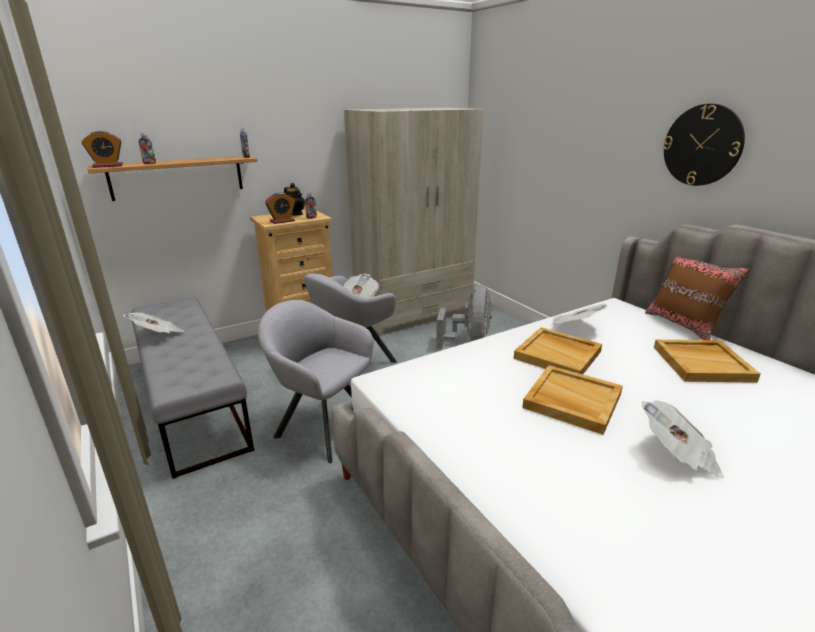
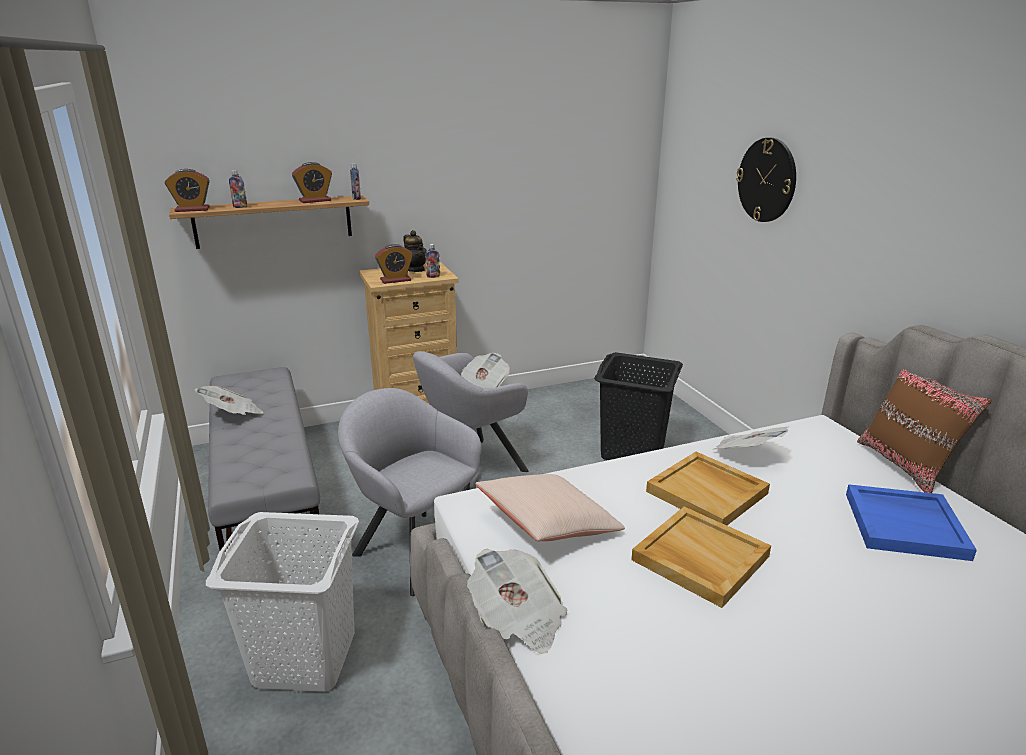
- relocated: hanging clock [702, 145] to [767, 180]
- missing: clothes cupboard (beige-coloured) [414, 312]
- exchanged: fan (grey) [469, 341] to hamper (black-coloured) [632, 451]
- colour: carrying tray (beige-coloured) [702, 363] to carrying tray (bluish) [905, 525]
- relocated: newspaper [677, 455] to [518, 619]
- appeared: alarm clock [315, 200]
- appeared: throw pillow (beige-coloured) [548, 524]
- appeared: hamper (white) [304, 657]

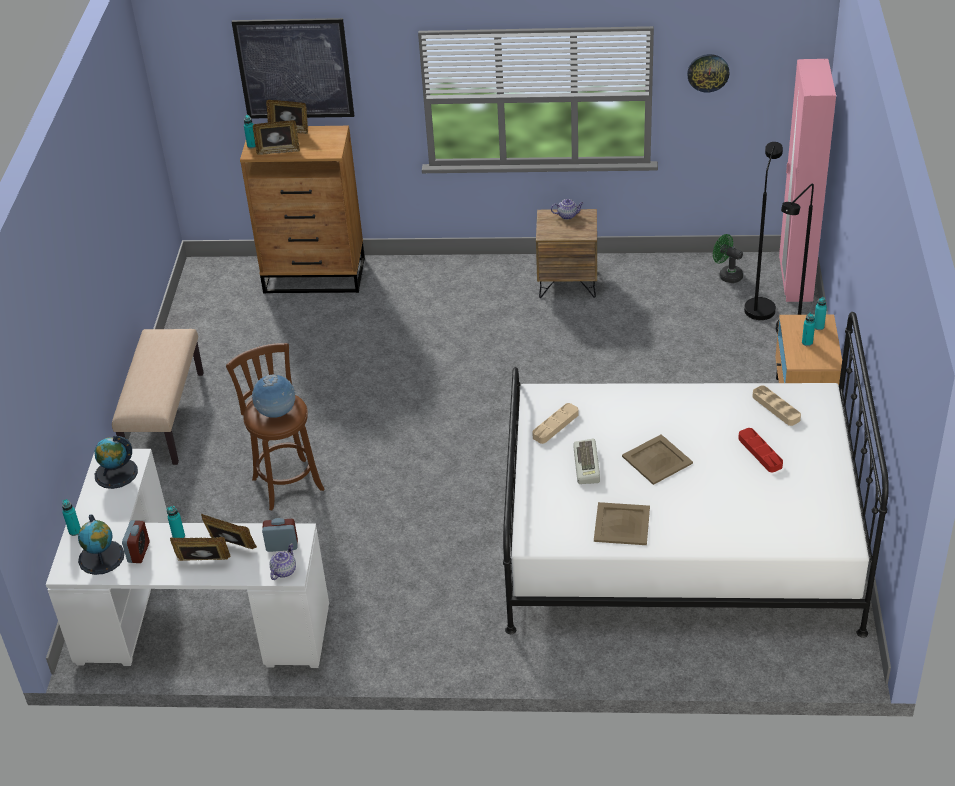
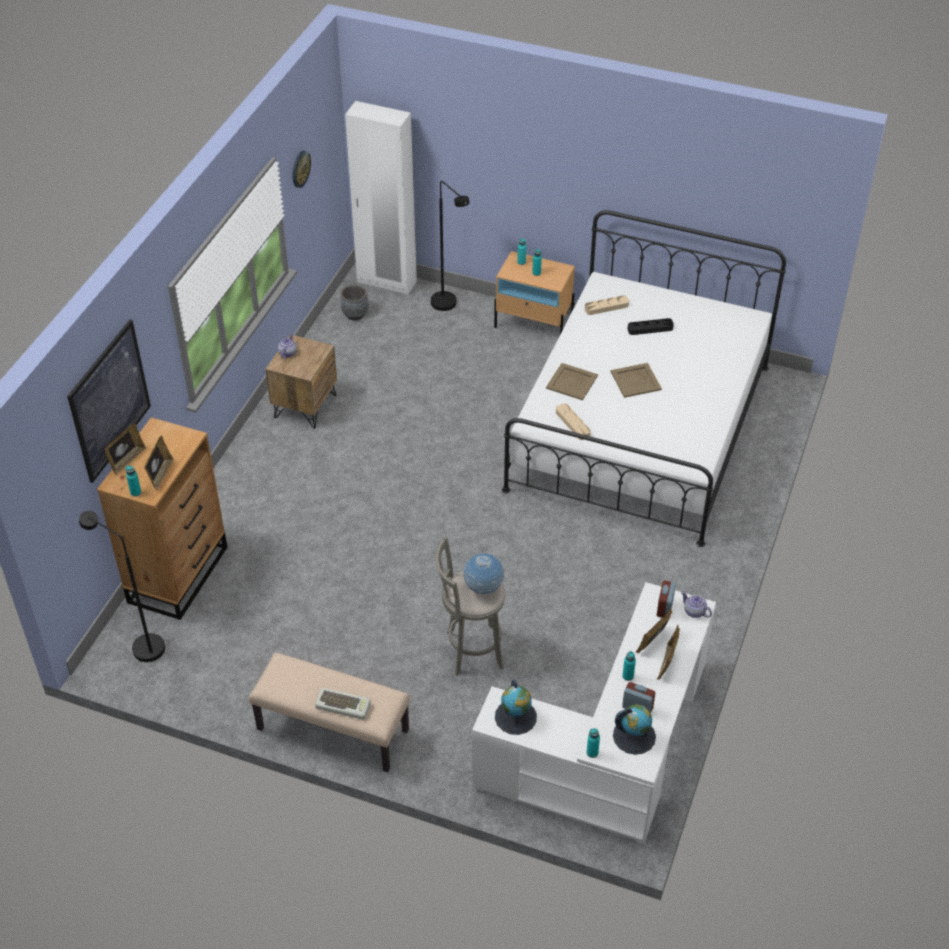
- colour: clothes cupboard (pinkish) [795, 281] to clothes cupboard (white) [386, 282]
- relocated: standing lamp (black-coloured) [760, 305] to [141, 646]
- exchanged: fan (green-coloured) [727, 275] to plant pot (grey) [355, 314]
- colour: sitting stool (brownish) [286, 482] to sitting stool (grey) [471, 650]
- colour: carrying tray (reddish) [760, 452] to carrying tray (black-coloured) [650, 328]
- relocated: computer keyboard [588, 465] to [344, 705]
- relocated: carrying tray (beige-coloured) [621, 524] to [571, 382]

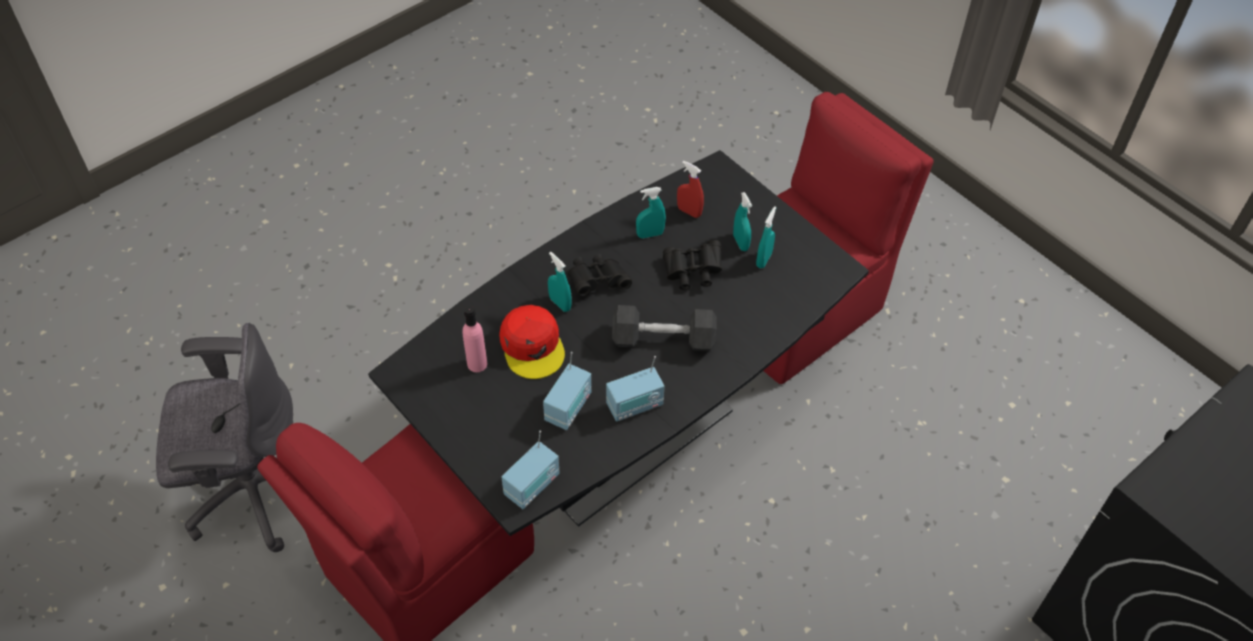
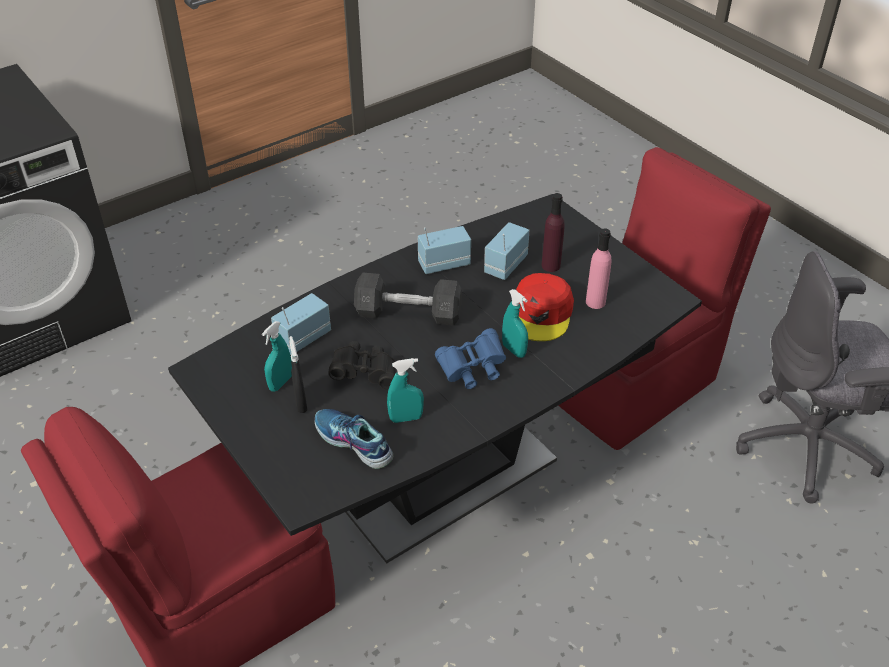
- exchanged: sprayer (reddish) [689, 211] to item of footwear [353, 443]
- colour: sprayer (turquoise) [740, 243] to sprayer (black-coloured) [301, 403]
- colour: field glasses (black-coloured) [597, 282] to field glasses (bluish) [472, 369]
- spun: cap (reddish) [532, 346] = [541, 314] 150 degrees counterclockwise
- relocated: radio receiver [532, 486] to [303, 338]
- appeared: beverage bottle (purple) [551, 265]

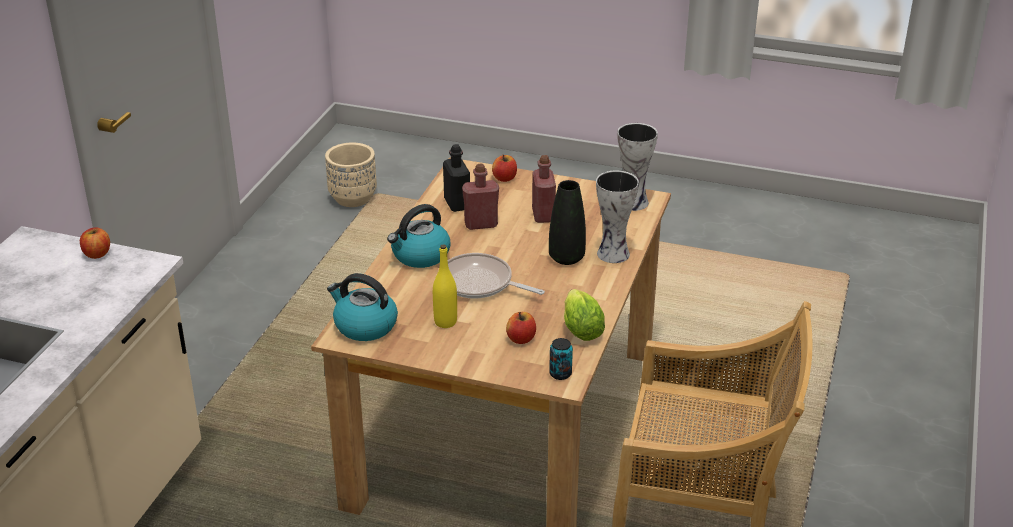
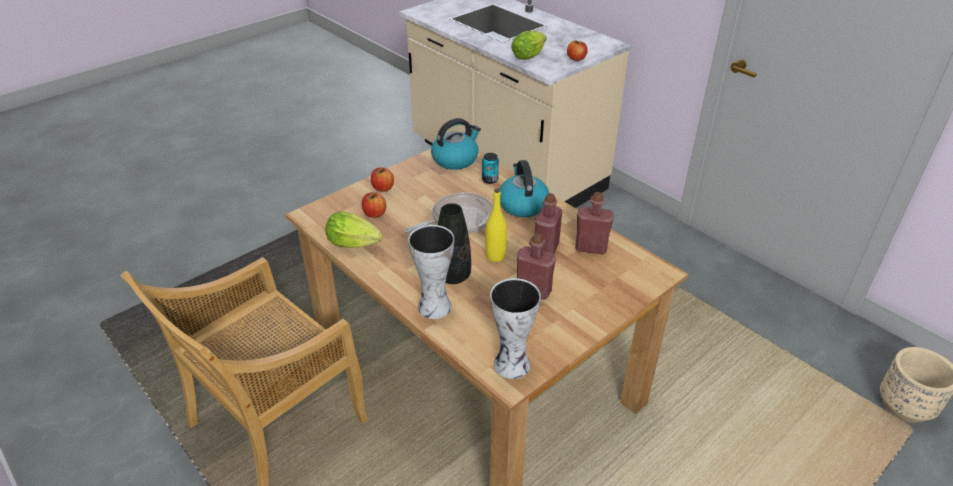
- colour: beverage bottle (black-coloured) [457, 204] to beverage bottle (reddish) [591, 248]
- relocated: apple fruit [504, 178] to [383, 188]
- relocated: beverage bottle (yellow) [445, 322] to [495, 256]
- relocated: metal can [560, 374] to [490, 180]
- appeared: lettuce [529, 56]

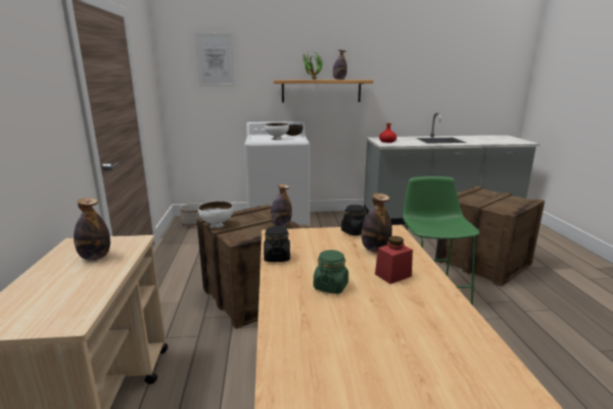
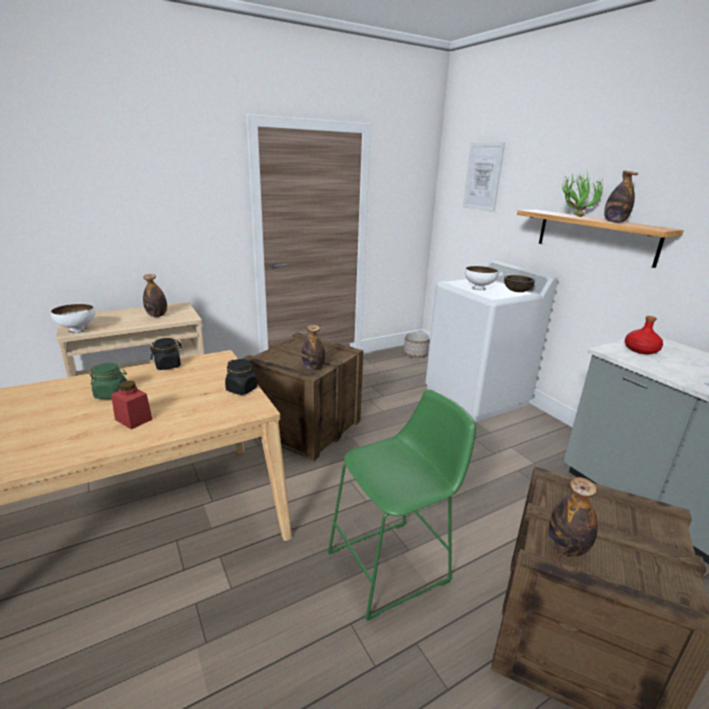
- relocated: beverage bottle [375, 249] to [567, 547]
- relocated: deep dish (white) [217, 226] to [77, 330]

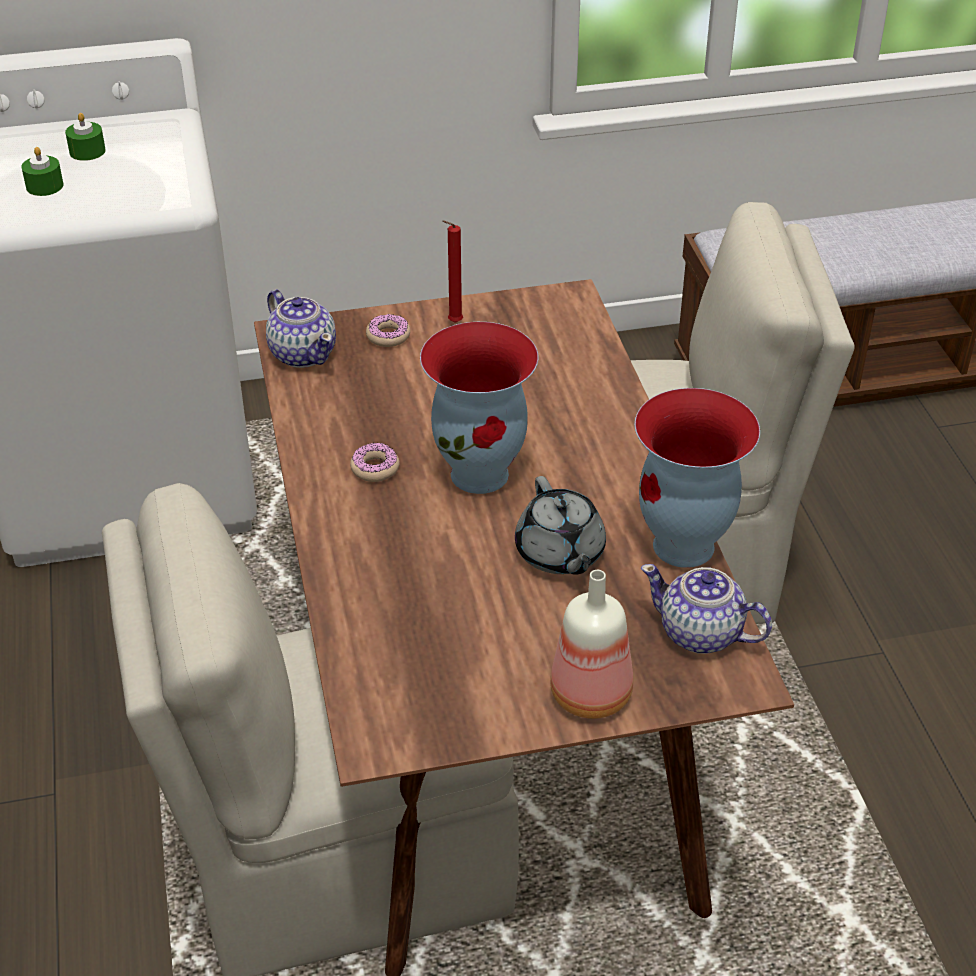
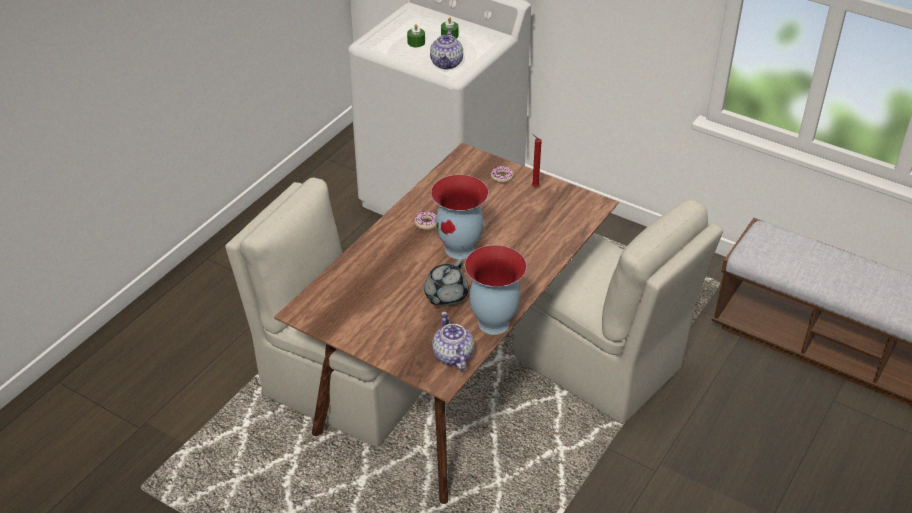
- relocated: teapot [303, 353] to [447, 63]
- missing: beverage bottle [593, 694]

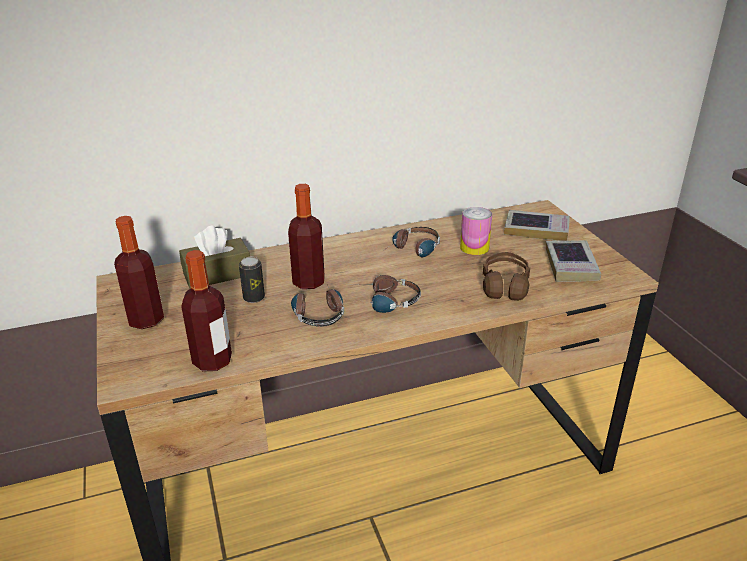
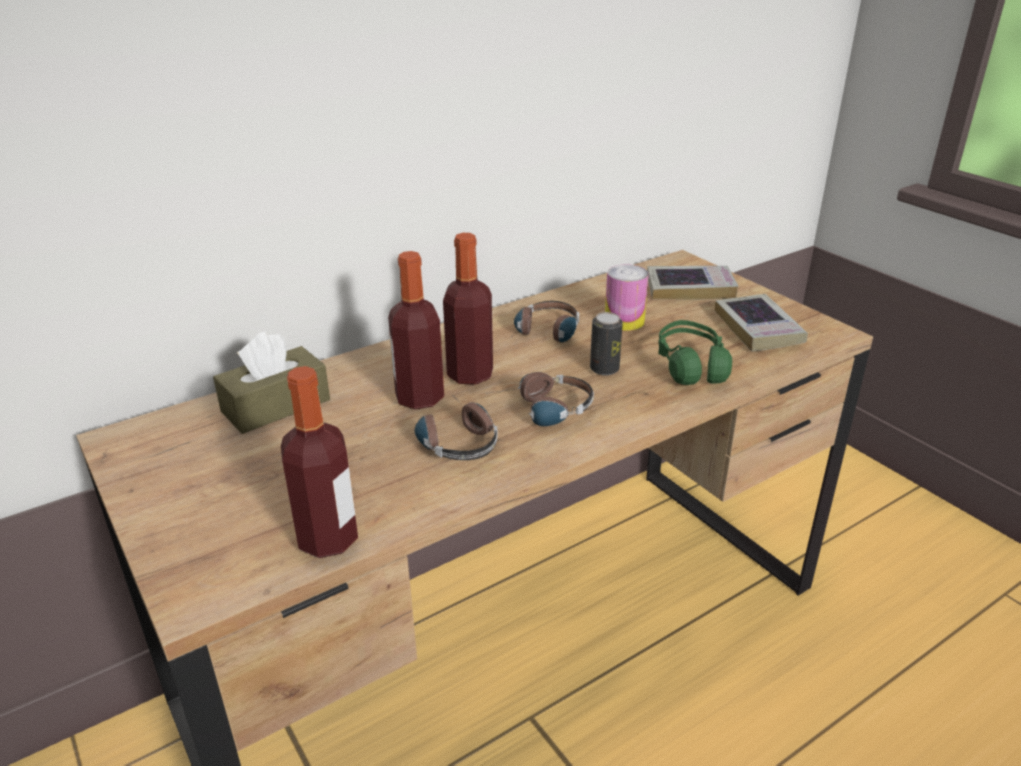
- relocated: beverage bottle [146, 320] to [470, 374]
- colour: pair of headphones (brownish) [504, 285] to pair of headphones (green-coloured) [690, 366]
- relocated: metal can [254, 298] to [604, 369]

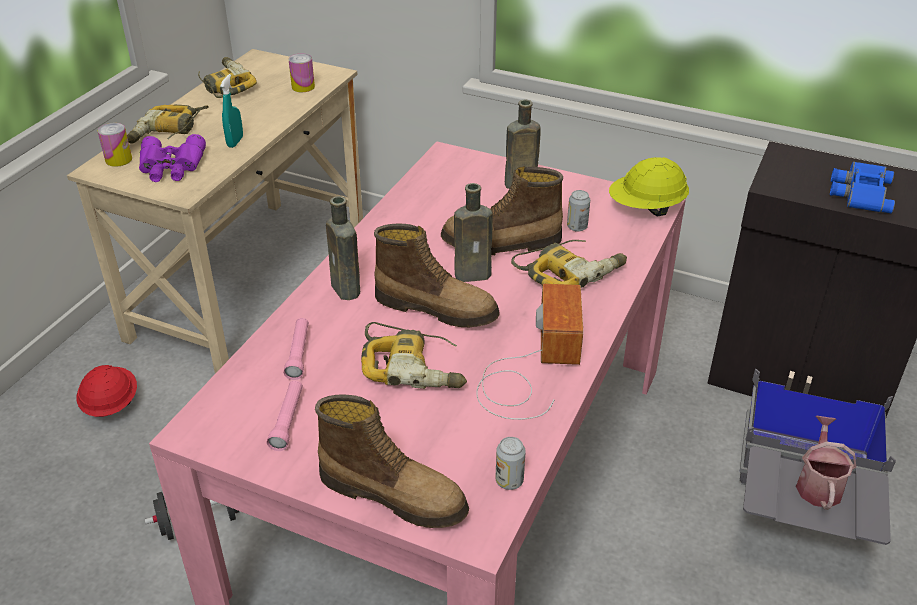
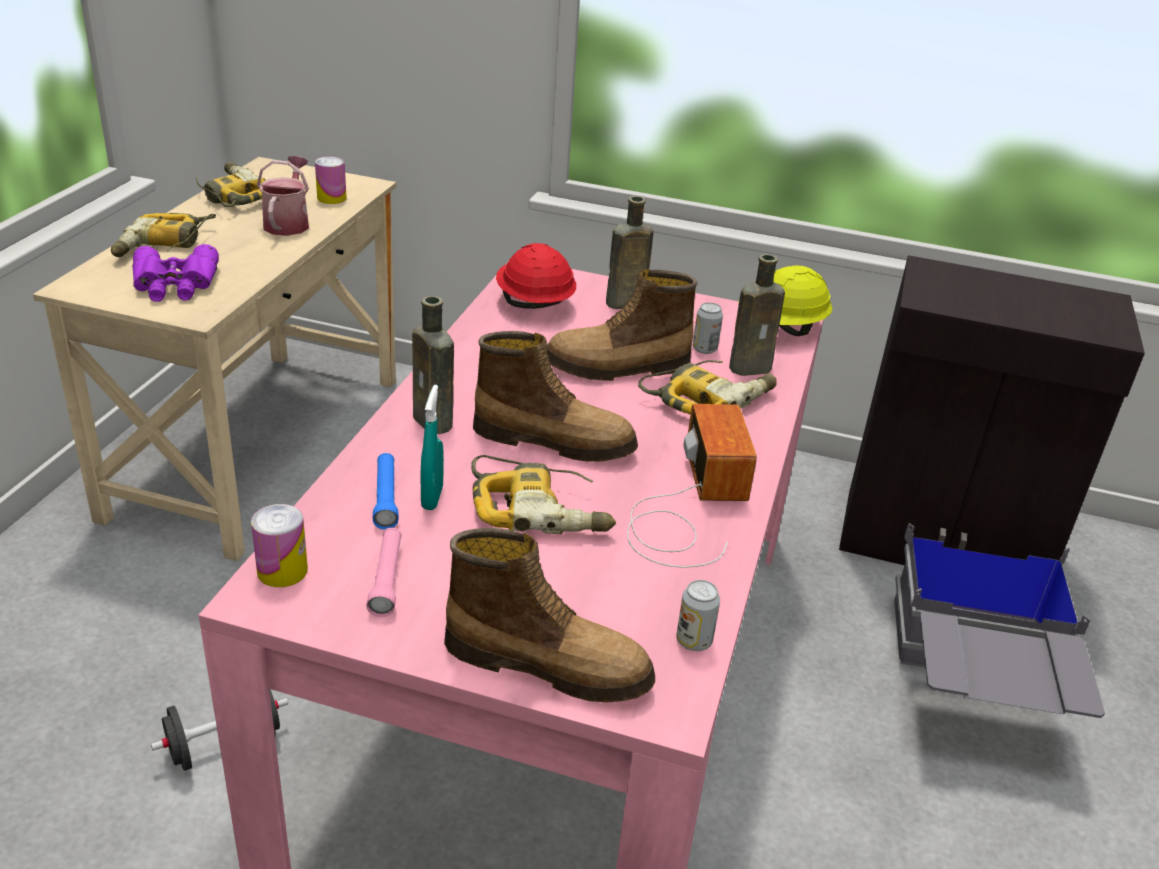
- relocated: sprayer (turquoise) [235, 142] to [432, 498]
- relocated: metal can [118, 159] to [282, 570]
- missing: field glasses (bluish) [859, 192]
- relocated: beverage bottle (brownish) [475, 274] to [753, 368]
- colour: torch (pinkish) [298, 354] to torch (bluish) [386, 498]
- relocated: hard hat (reddish) [110, 404] to [534, 304]
- relocated: watering can [818, 483] to [288, 223]

